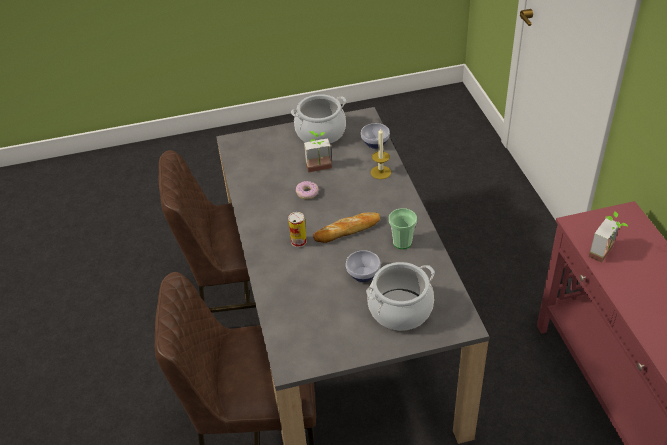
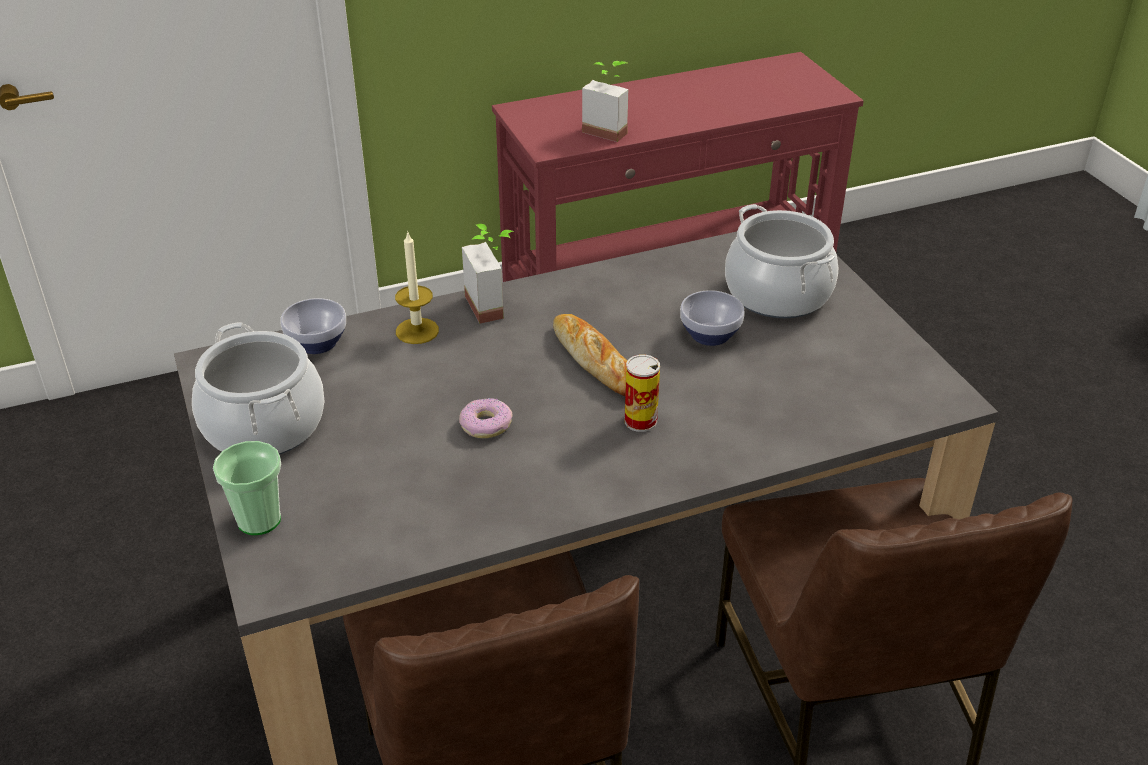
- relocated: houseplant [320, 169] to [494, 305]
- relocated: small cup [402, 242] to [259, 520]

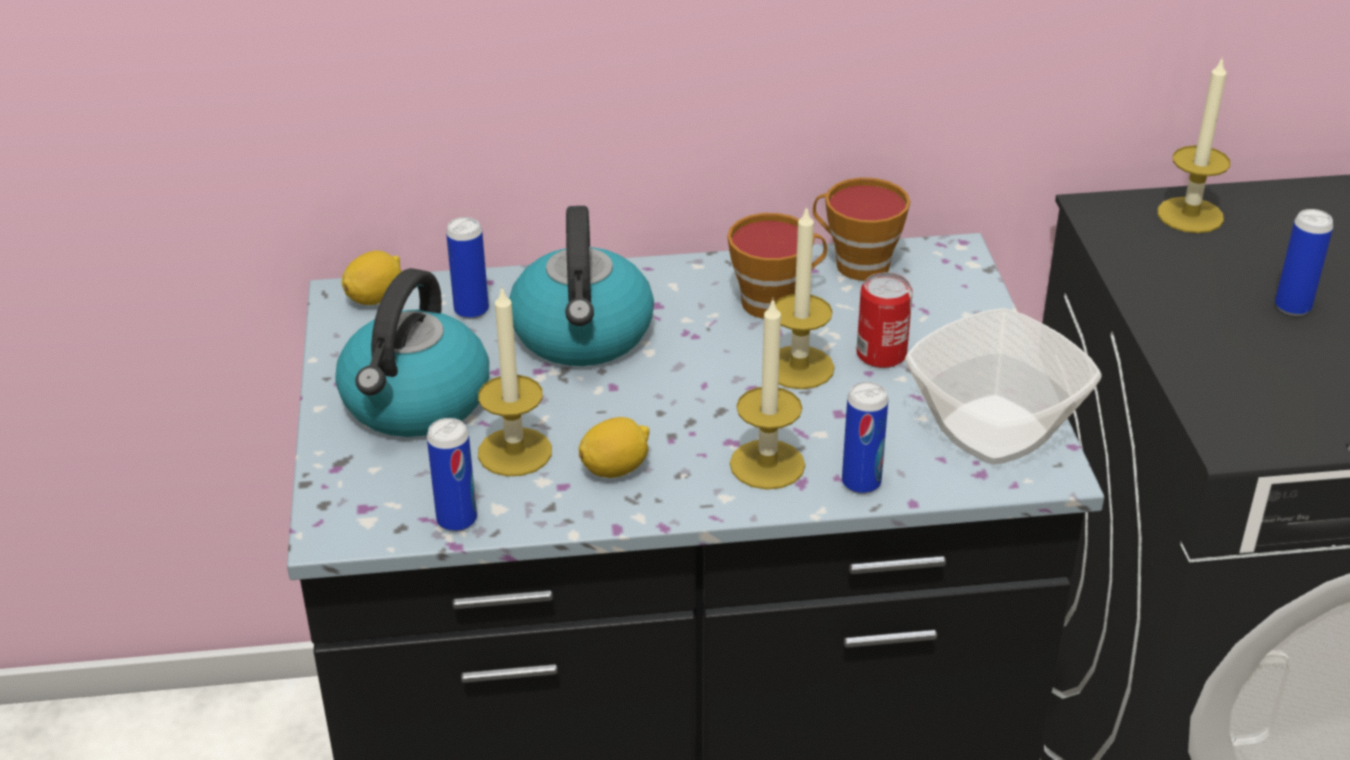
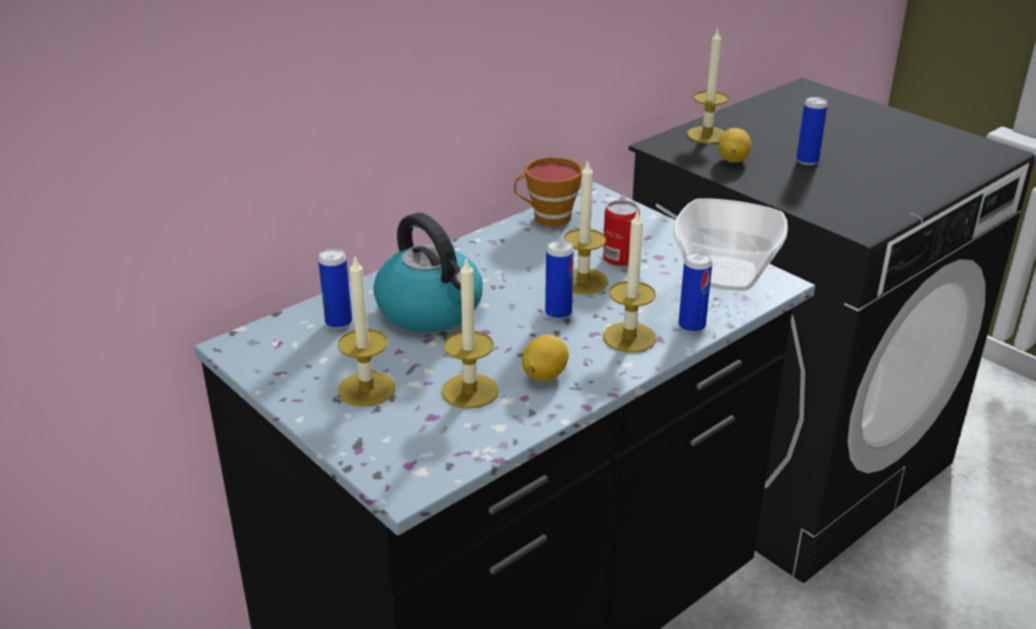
- missing: small cup [775, 301]
- relocated: whole lemon [375, 298] to [733, 160]
- exchanged: kettle [415, 402] to wax candle [366, 389]
- relocated: metal can [457, 520] to [558, 313]

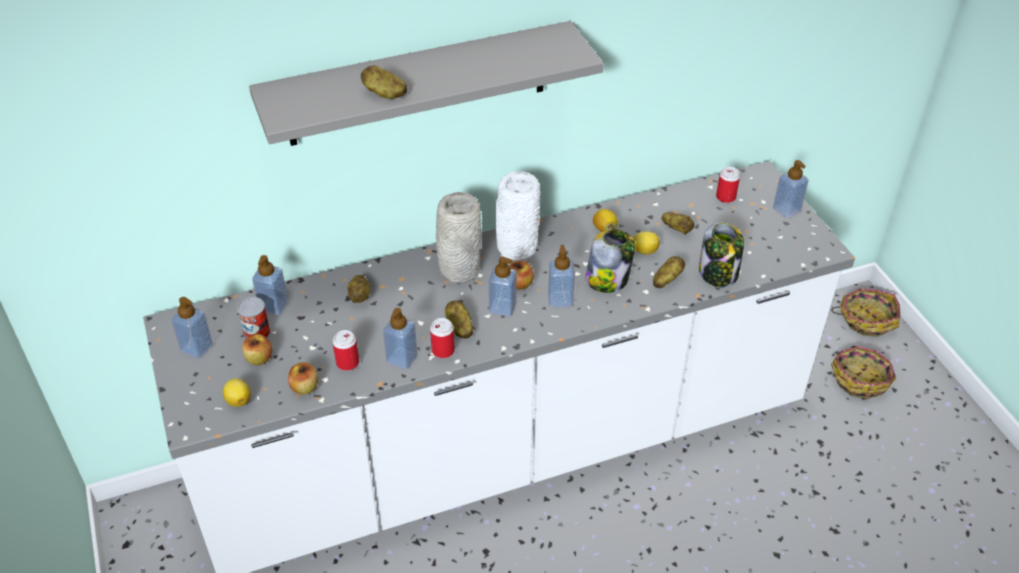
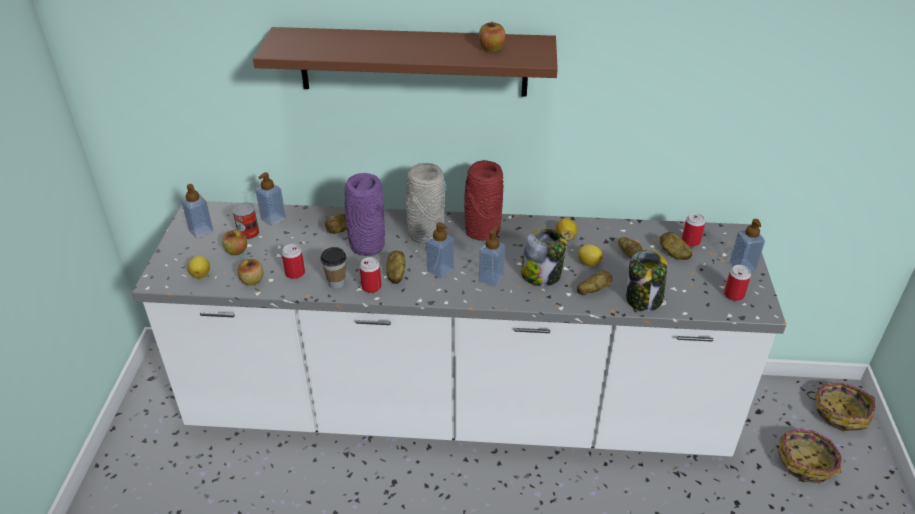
- colour: bracket shelf (grey) [418, 84] to bracket shelf (brownish) [413, 62]
- relocated: potato [384, 93] to [673, 254]
- colour: vase (white) [515, 248] to vase (reddish) [481, 230]
- relocated: apple fruit [520, 284] to [491, 48]
- exchanged: soap bottle [402, 358] to small cup [336, 283]
- appeared: vase (purple) [366, 246]
- appeared: metal can [733, 295]

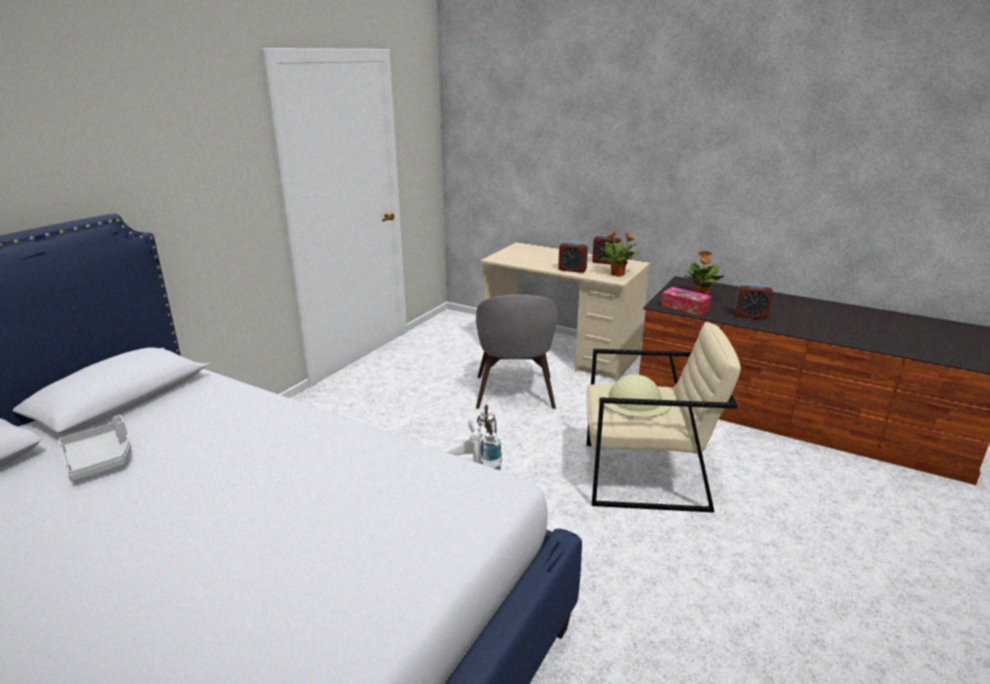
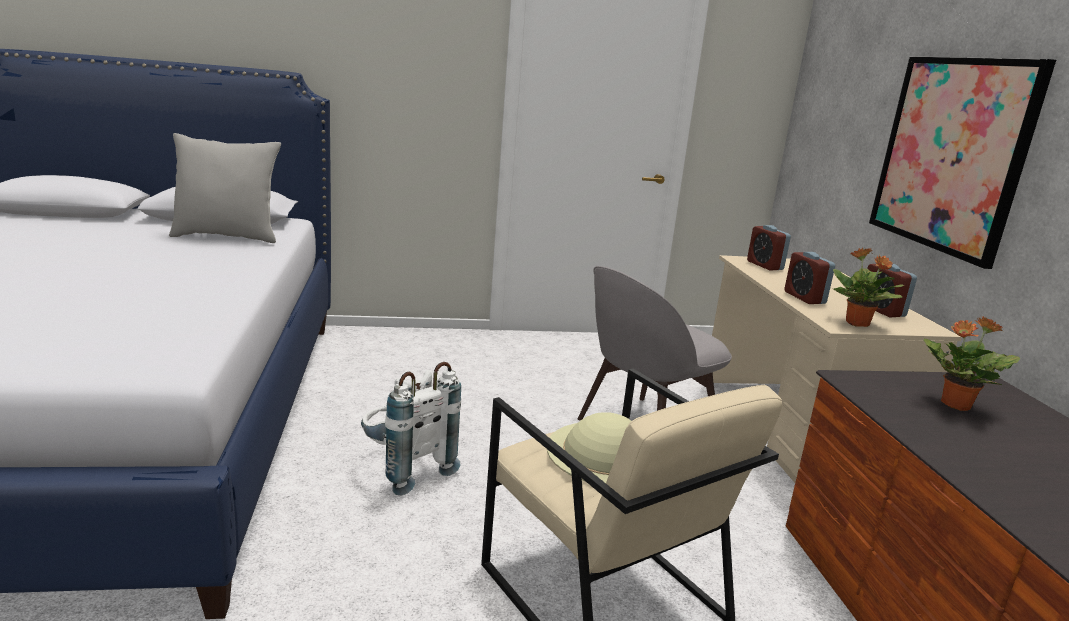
- relocated: alarm clock [751, 316] to [764, 265]
- missing: tissue holder [685, 307]
- missing: carrying tray (grey) [100, 459]
- appeared: picture [951, 154]
- appeared: throw pillow (grey) [227, 236]

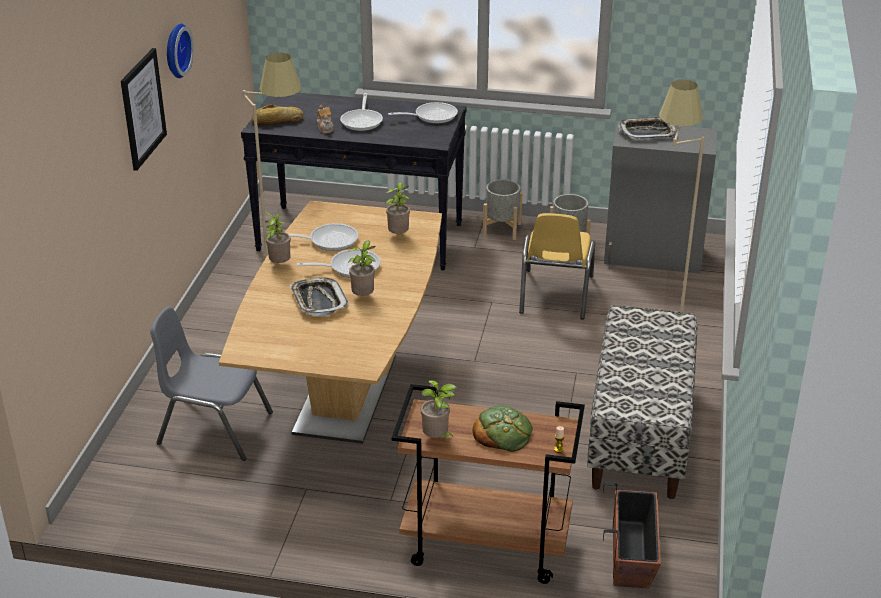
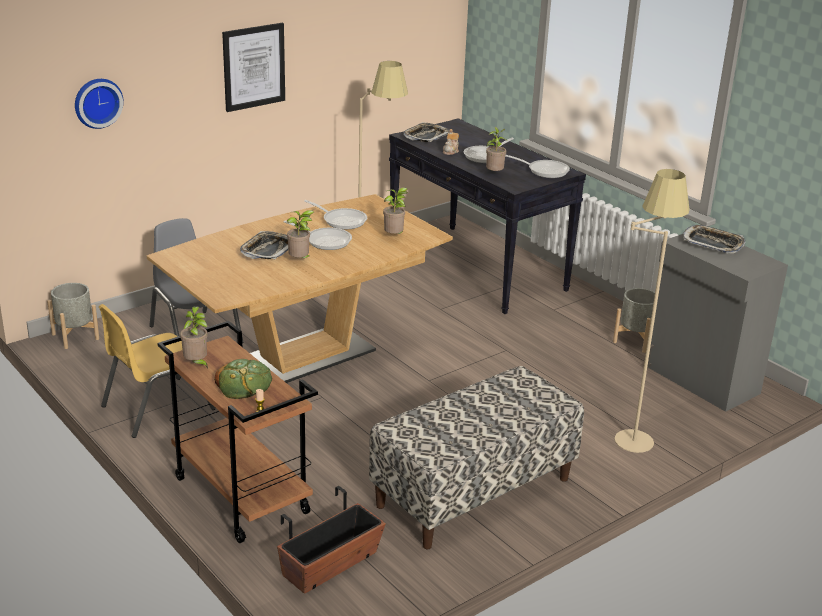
- relocated: hanging clock [175, 50] to [97, 102]
- exchanged: bakery bread [278, 121] to carrying tray [426, 136]
- relocated: plant pot (grey) [502, 230] to [75, 336]
- relocated: houseplant [279, 264] to [494, 174]
- relocated: chair (yellow) [555, 295] to [157, 407]

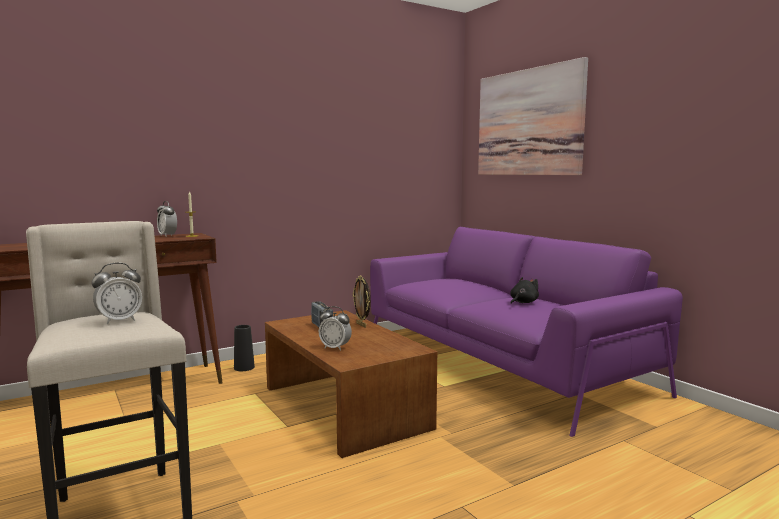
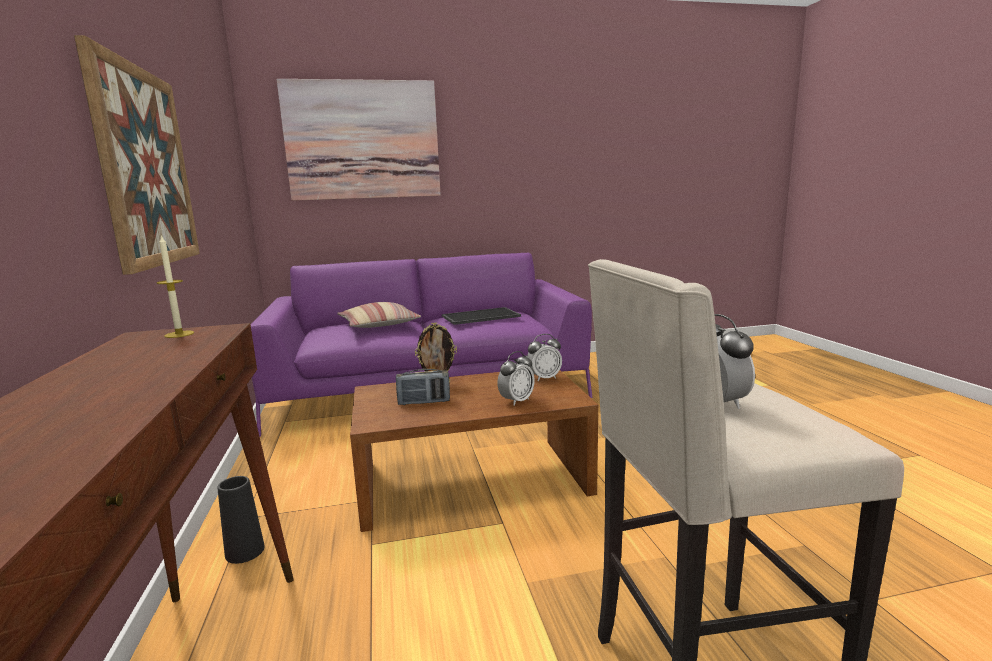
- relocated: alarm clock [167, 235] to [544, 378]
- exchanged: cuddly toy (black-coloured) [523, 302] to carrying tray [480, 317]
- appeared: picture [146, 168]
- appeared: throw pillow [379, 325]

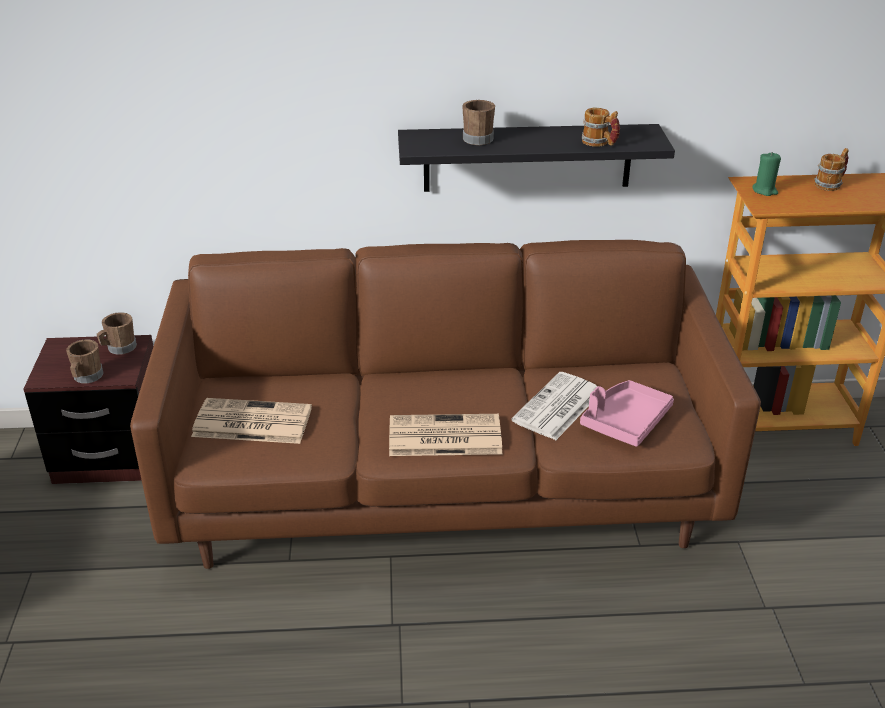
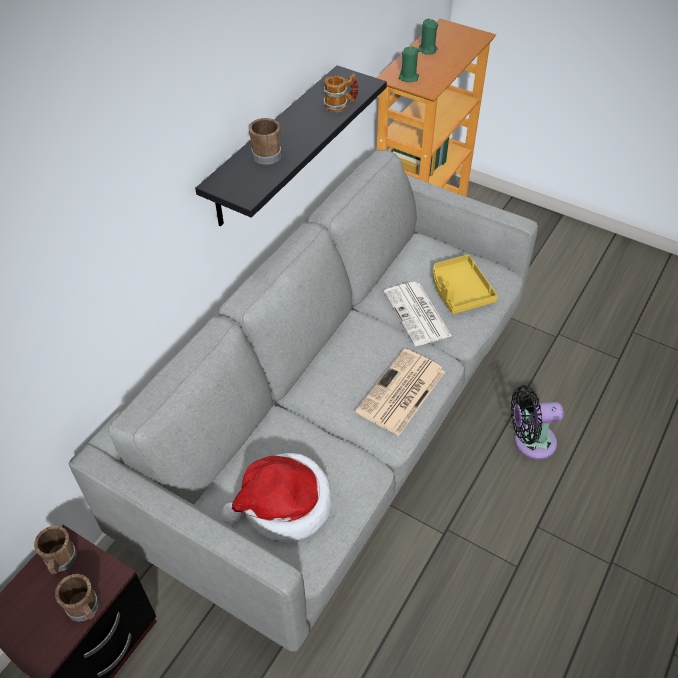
- exchanged: tea mug [830, 184] to wax candle (green-coloured) [427, 50]
- colour: sofa (brownish) [444, 491] to sofa (grey) [338, 429]
- colour: carrying tray (pinkish) [625, 421] to carrying tray (yellow) [459, 291]
- exchanged: newspaper [250, 422] to hat [284, 505]
- appeared: fan (black-coloured) [530, 441]

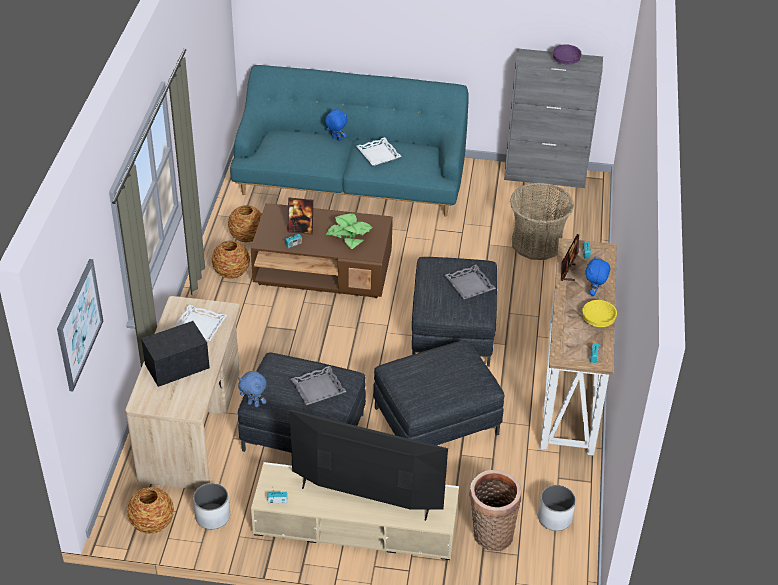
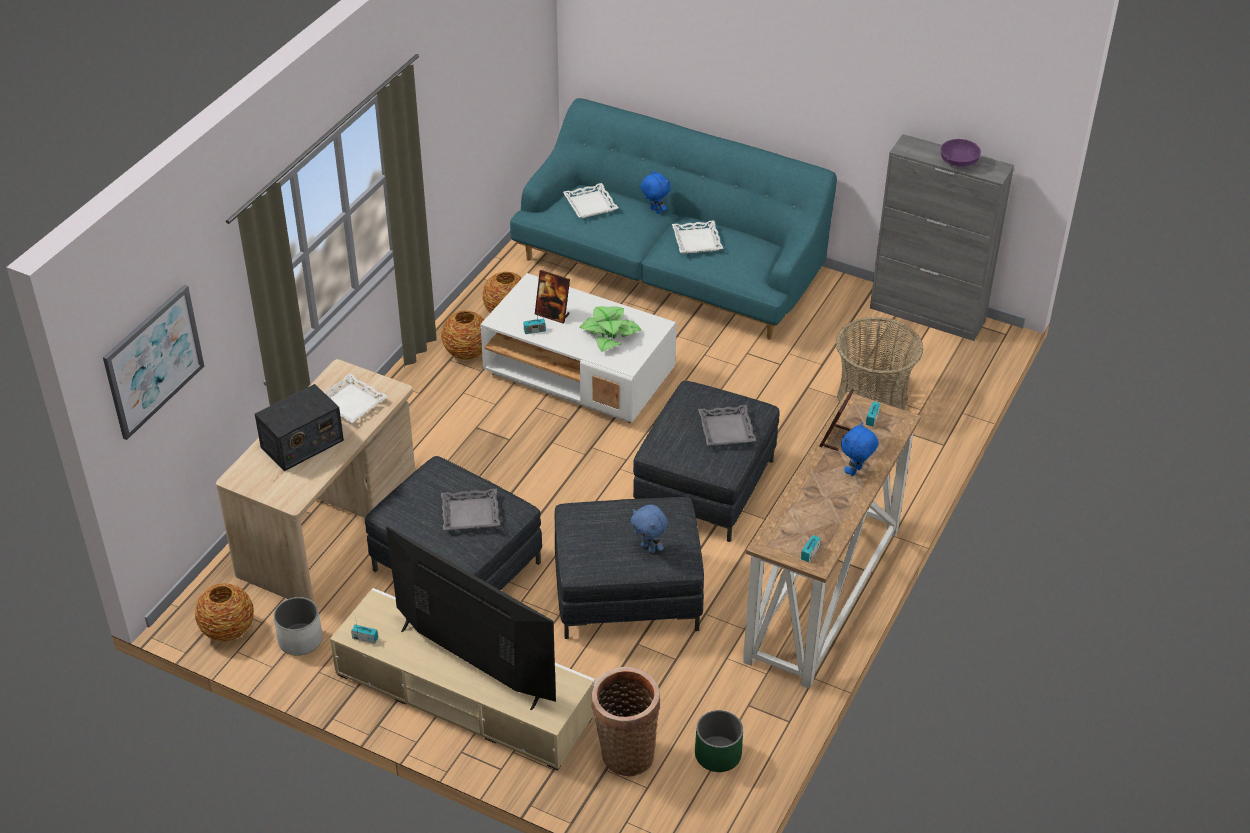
- colour: low table (brownish) [323, 271] to low table (white) [579, 375]
- missing: deep dish (yellow) [598, 320]
- spun: radio receiver [177, 366] = [301, 444] 150 degrees clockwise
- relocated: cuddly toy (bluish) [254, 404] to [649, 548]
- colour: plant pot (white) [554, 518] to plant pot (green-coloured) [717, 754]
- appeared: carrying tray (white) [591, 205]

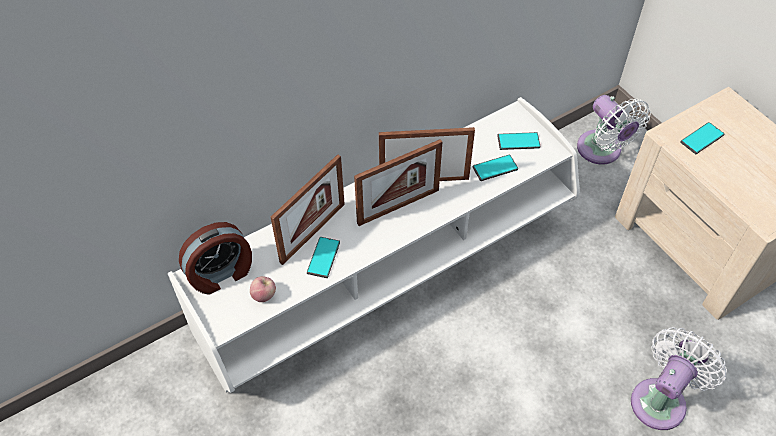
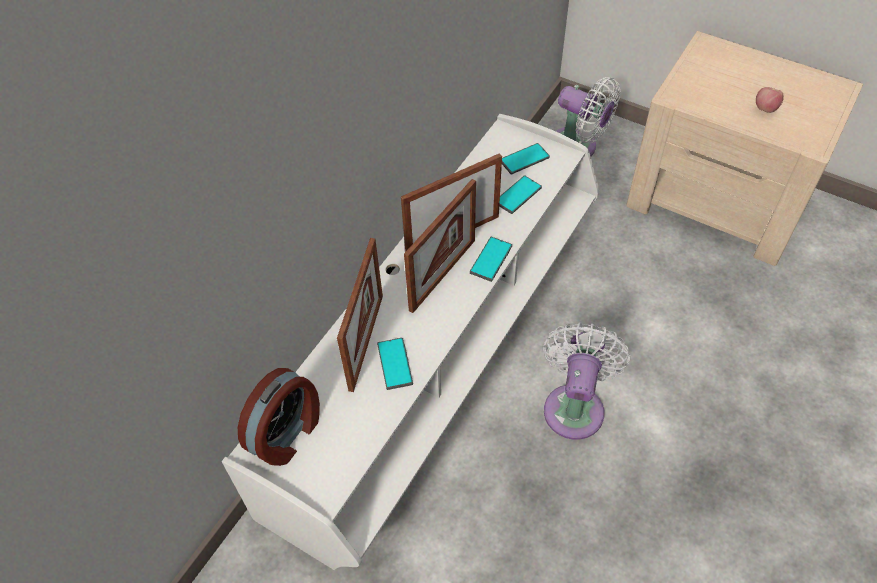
- relocated: phone [702, 138] to [491, 259]
- relocated: apple fruit [264, 295] to [765, 108]
- relocated: fan (white) [661, 399] to [575, 405]

